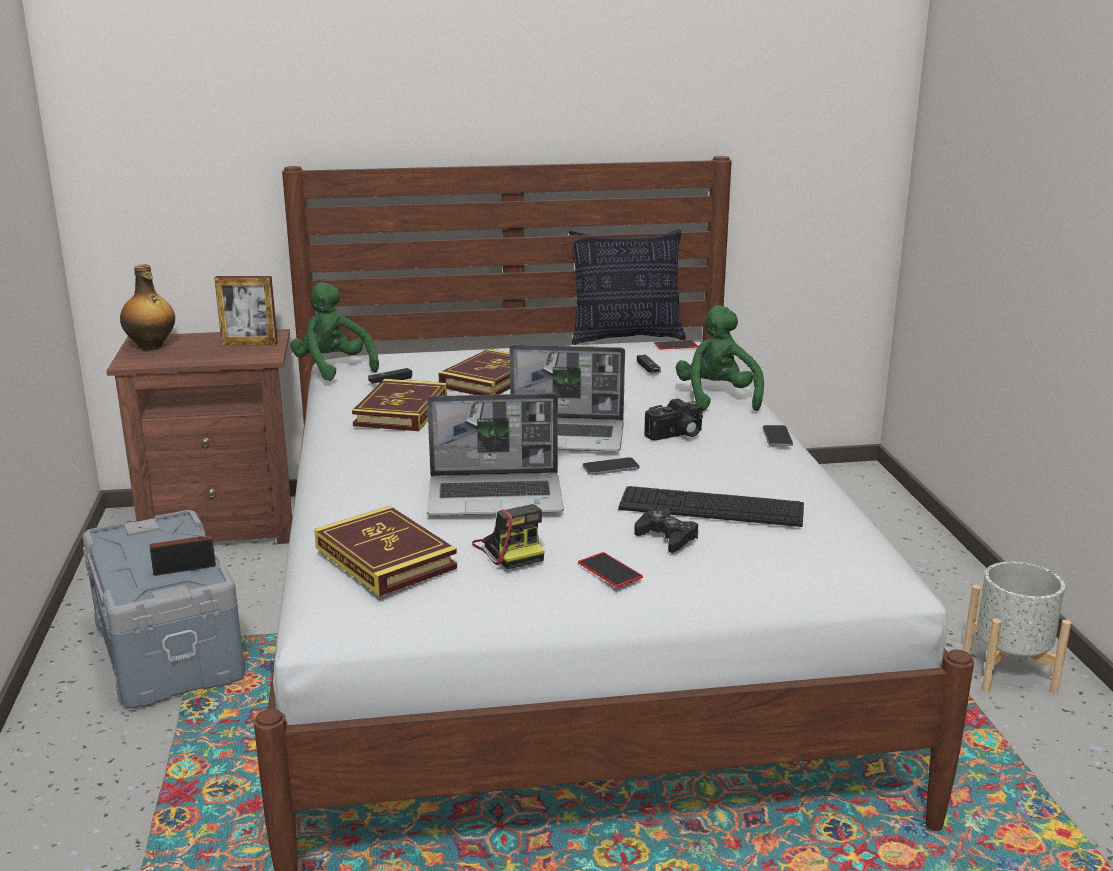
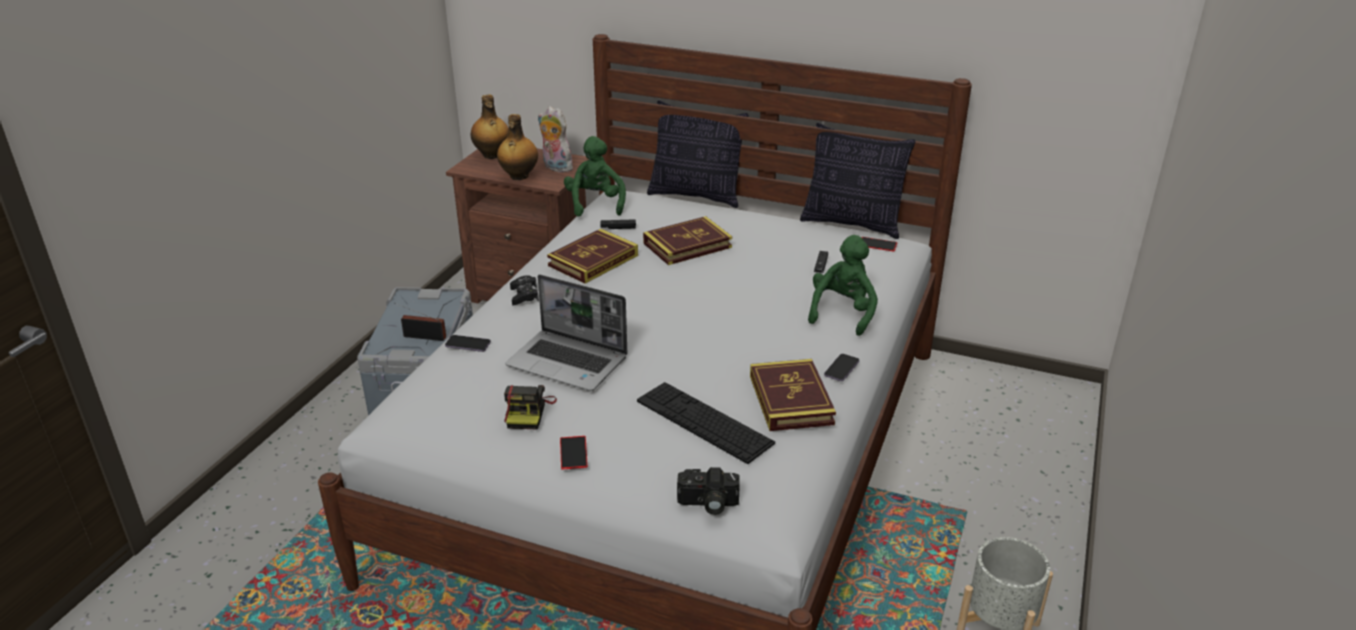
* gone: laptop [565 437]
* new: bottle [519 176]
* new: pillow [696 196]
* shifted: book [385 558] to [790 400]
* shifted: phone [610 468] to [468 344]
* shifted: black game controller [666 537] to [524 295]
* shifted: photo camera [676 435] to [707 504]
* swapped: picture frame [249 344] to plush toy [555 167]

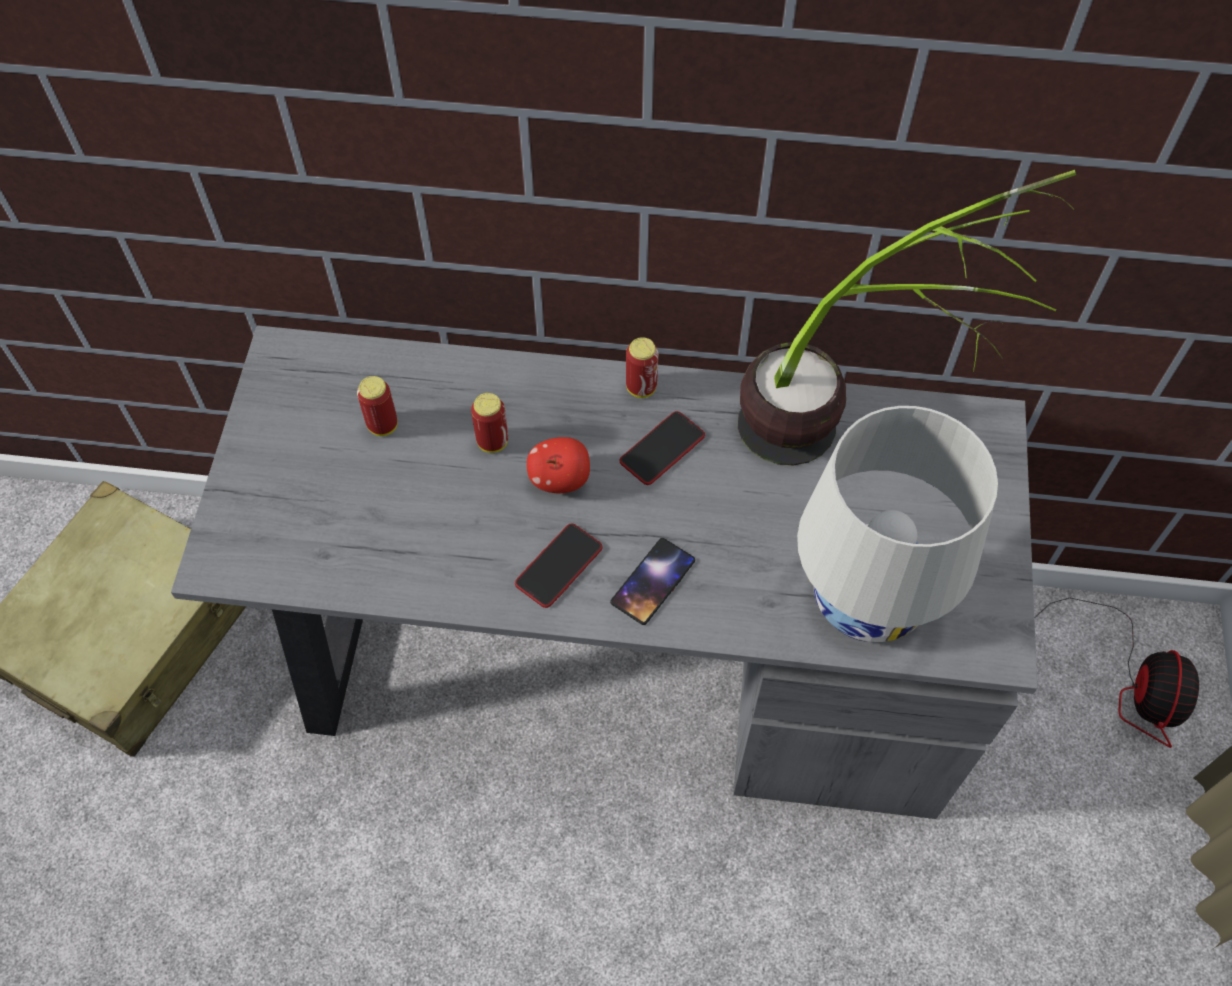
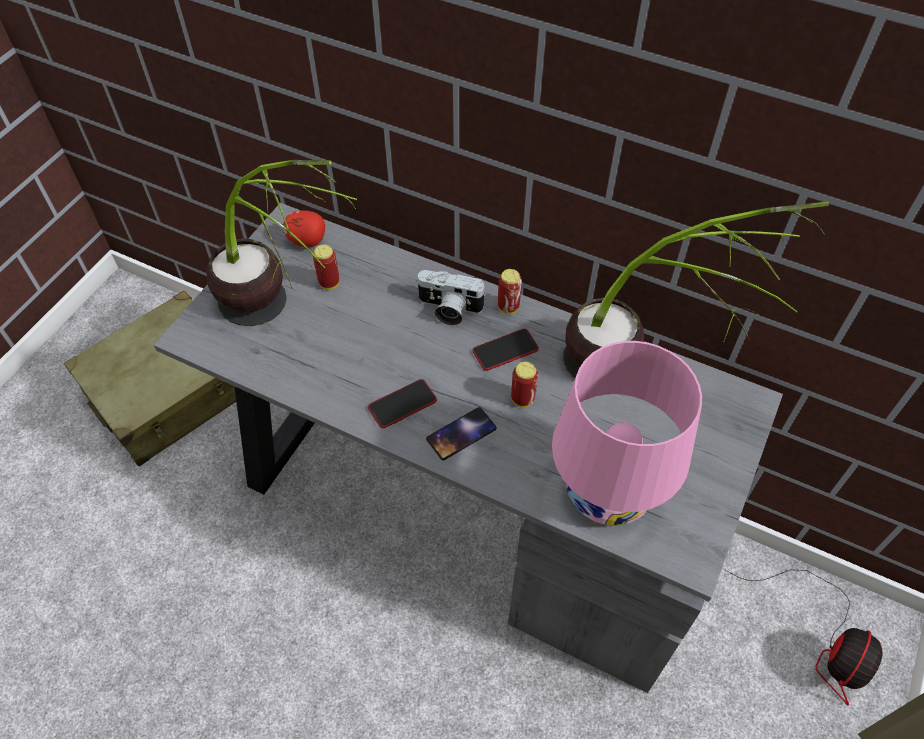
* new: potted plant [284 318]
* new: photo camera [448 309]
* shifted: can [492 442] to [522 399]
* shifted: apple [560 479] to [307 241]
* repainted: white table lamp [867 601] to pink table lamp [607 495]

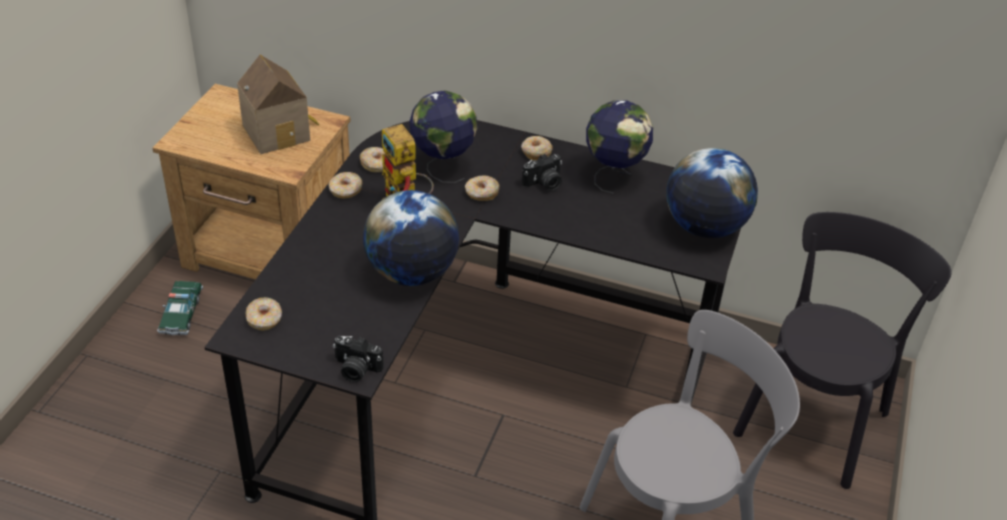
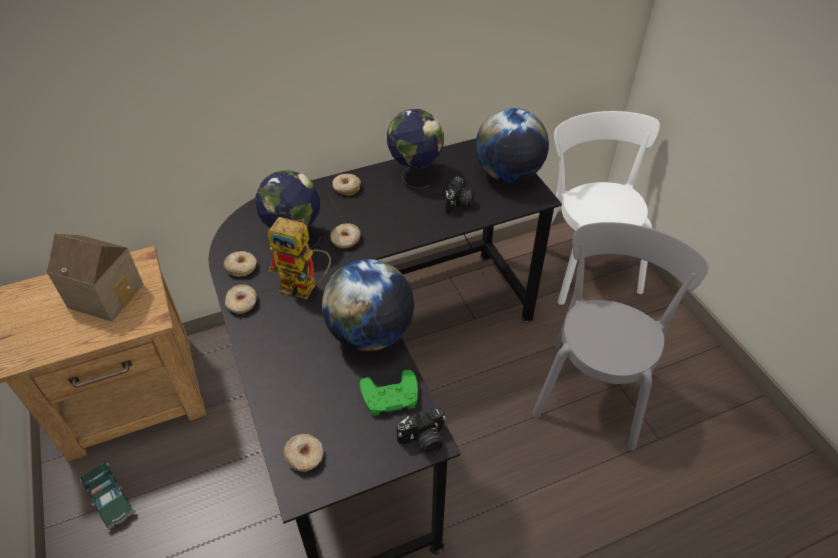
* new: green game controller [390 398]
* shifted: photo camera [544 183] to [459 204]
* repainted: black chair [814 418] to white chair [585 264]

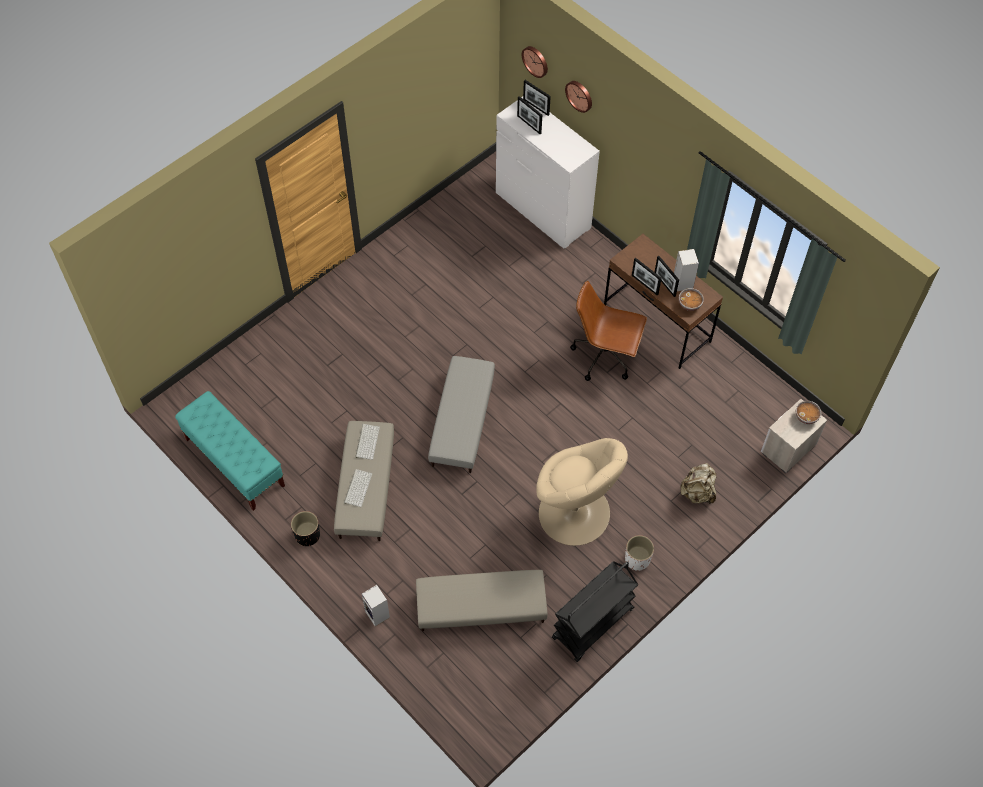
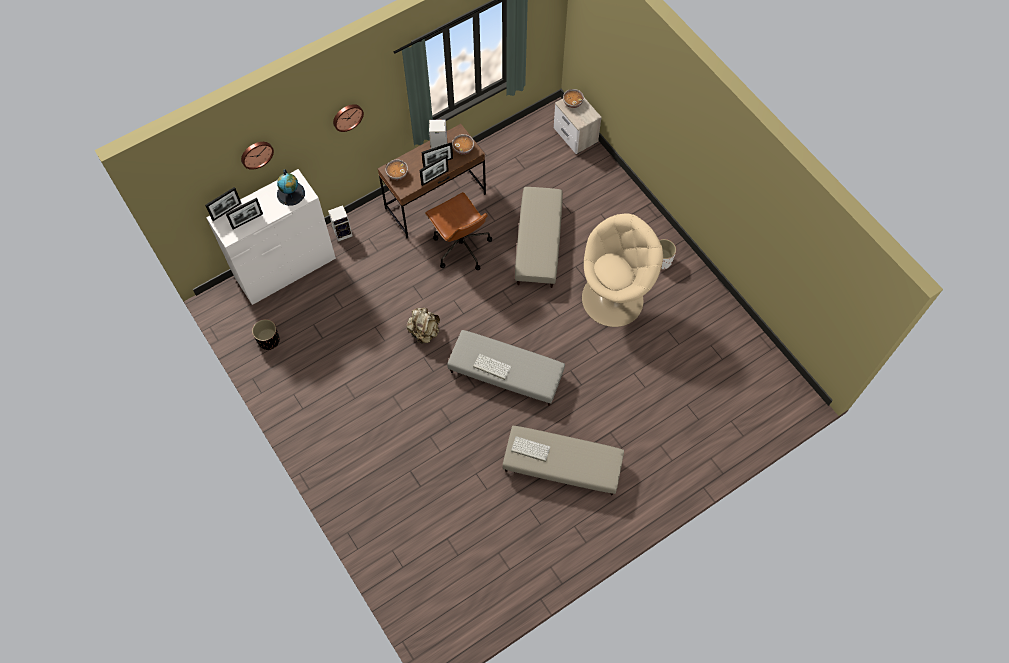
* gone: turquoise bench [234 462]
* gone: black cart [592 625]
* new: globe [291 193]
* new: bowl [397 174]
* shifted: black planter [307 535] to [268 340]
* shifted: keyboard [357 487] to [491 367]
* shifted: speaker [378 615] to [343 232]
* shifted: beige ottoman [481 607] to [539 243]
* shifted: wall clock [536 61] to [347 116]
* shifted: beige backpack [697 492] to [424 332]
* rotated: brown office chair [605 356] = [461 247] 60 degrees counterclockwise

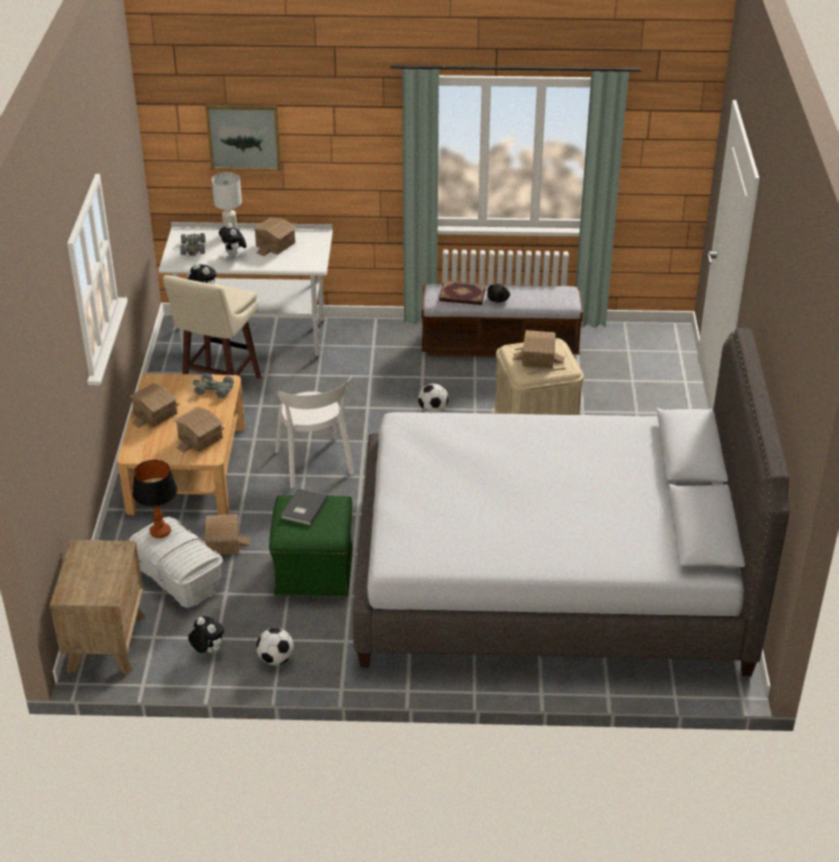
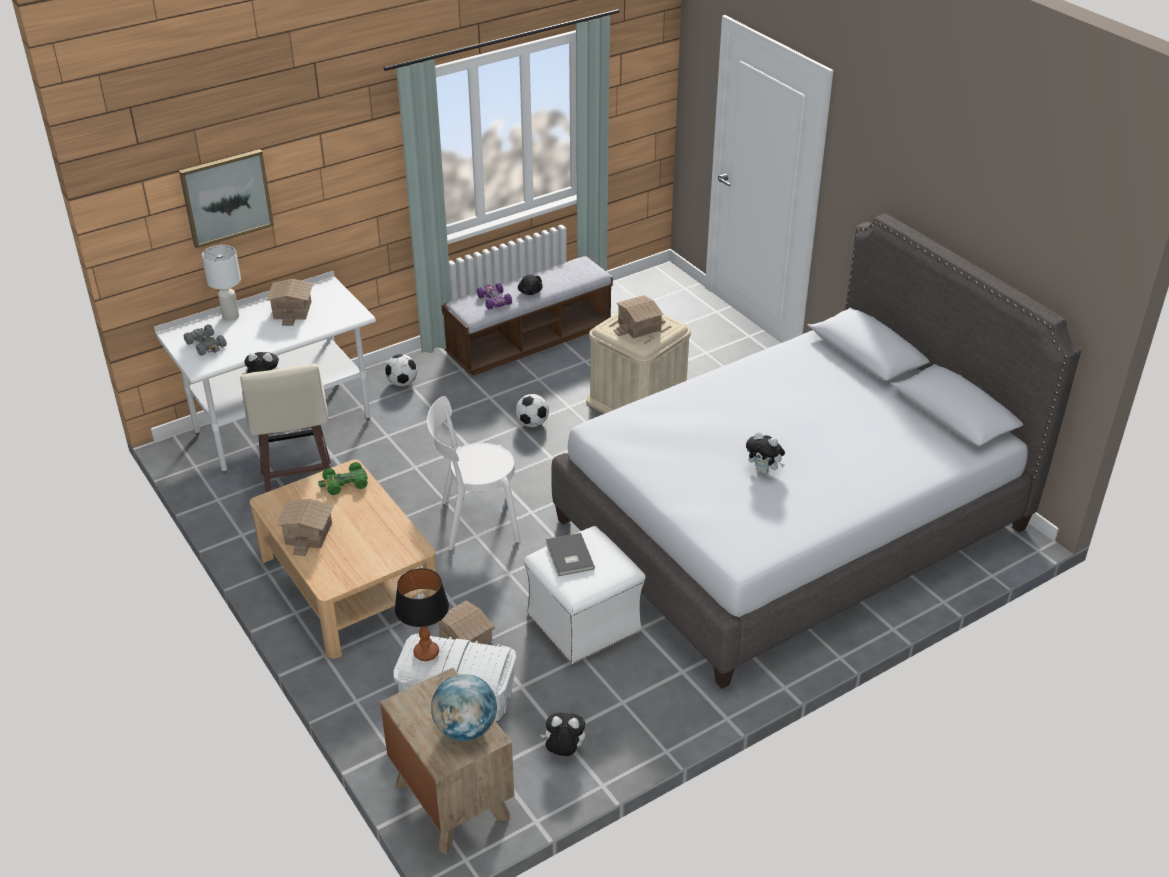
* gone: toy house [201 438]
* new: globe [465 729]
* shifted: plush toy [234 256] to [764 470]
* shifted: football [276 659] to [402 383]
* swapped: book [462 295] to purple toy car [494 300]
* repainted: grey toy car [213 389] to green toy car [344 483]
* repainted: green ottoman [314 573] to white ottoman [584 623]
* rotated: white chair [315 465] = [475 521] 135 degrees clockwise

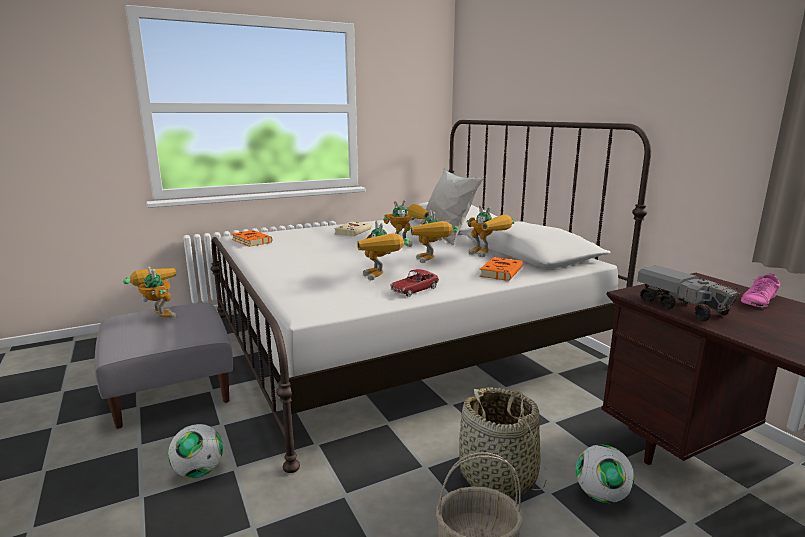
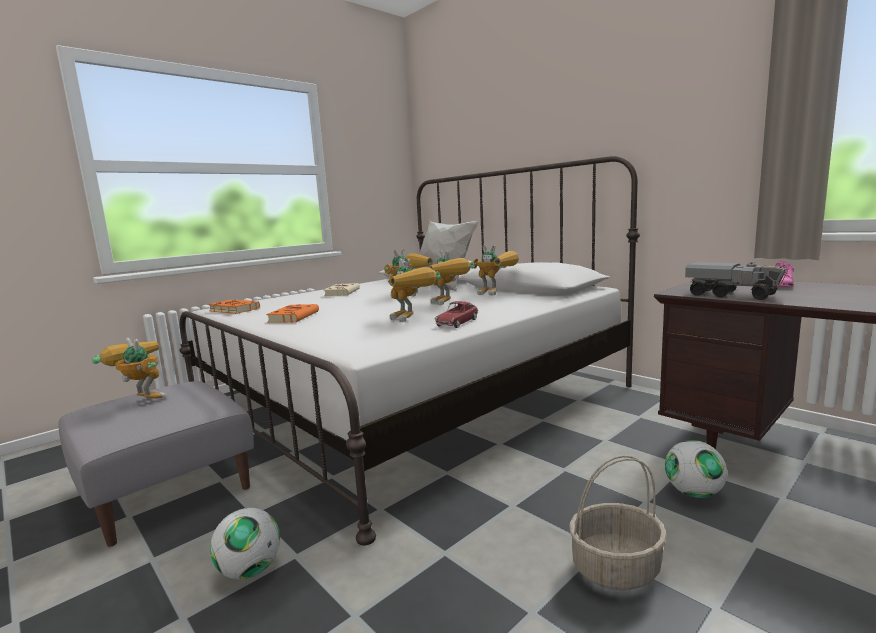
* gone: basket [498 476]
* shifted: orange book [501 272] to [294 317]

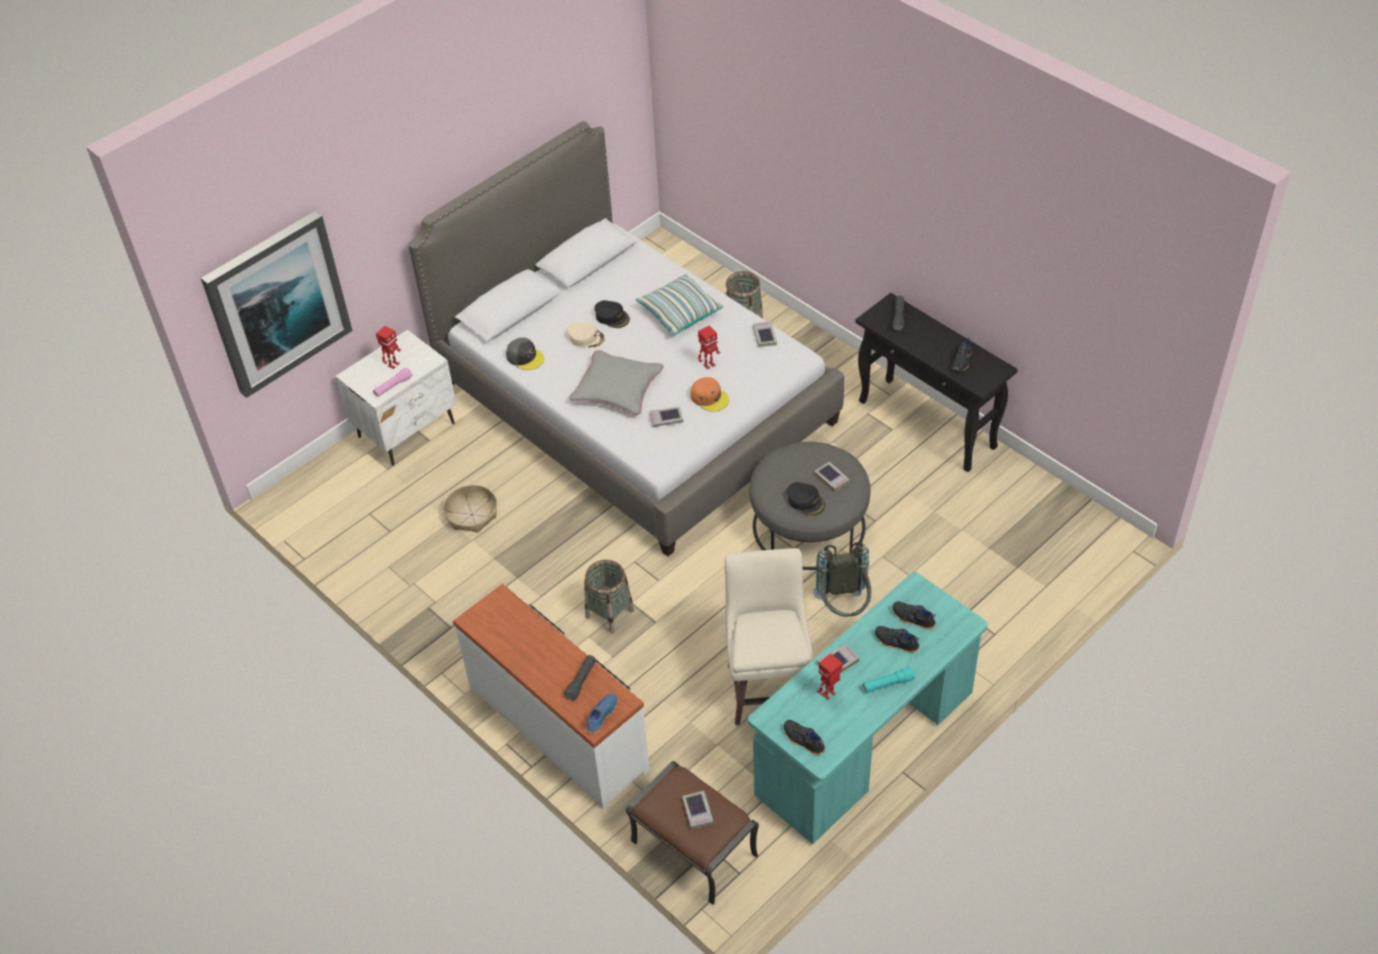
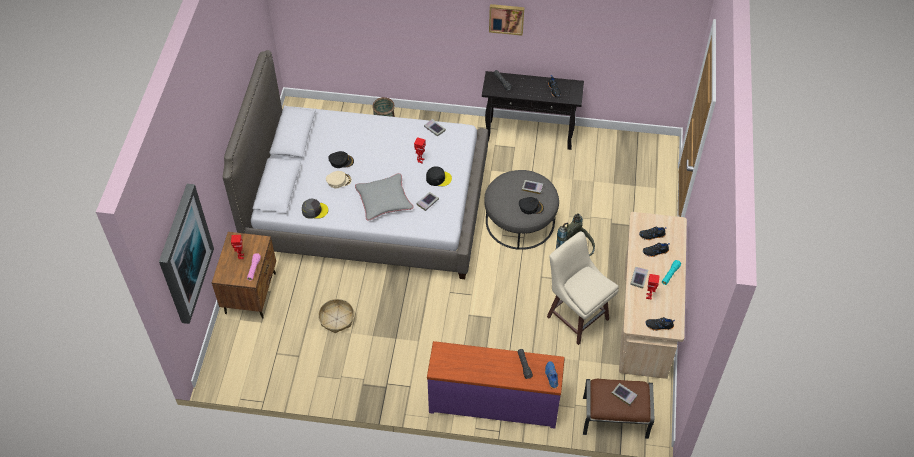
* gone: basket [609 613]
* gone: pillow [679 313]
* new: picture [506 18]
* repainted: white nightstand [407 430] to brown nightstand [251 293]
* repainted: white dresser [560 726] to purple dresser [494 401]
* repainted: orange cap [709 397] to black cap [438 178]
* repainted: turquoise desk [865 745] to beige desk [645 316]

